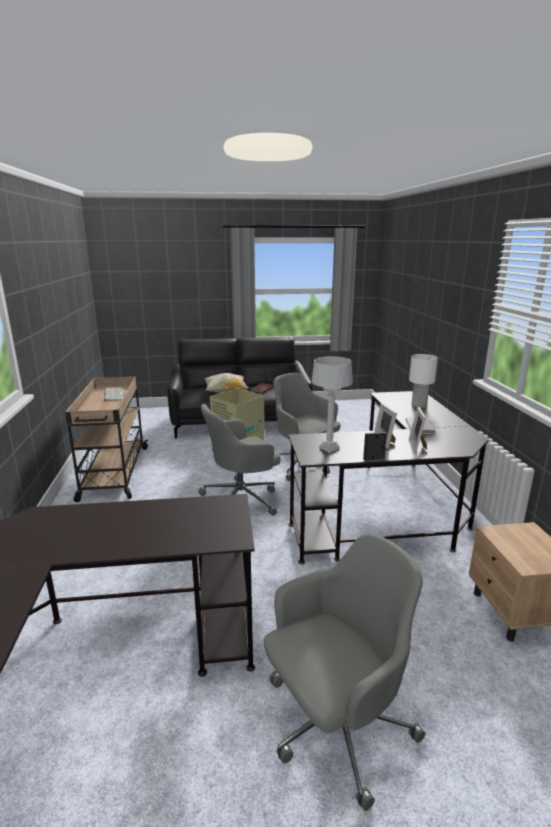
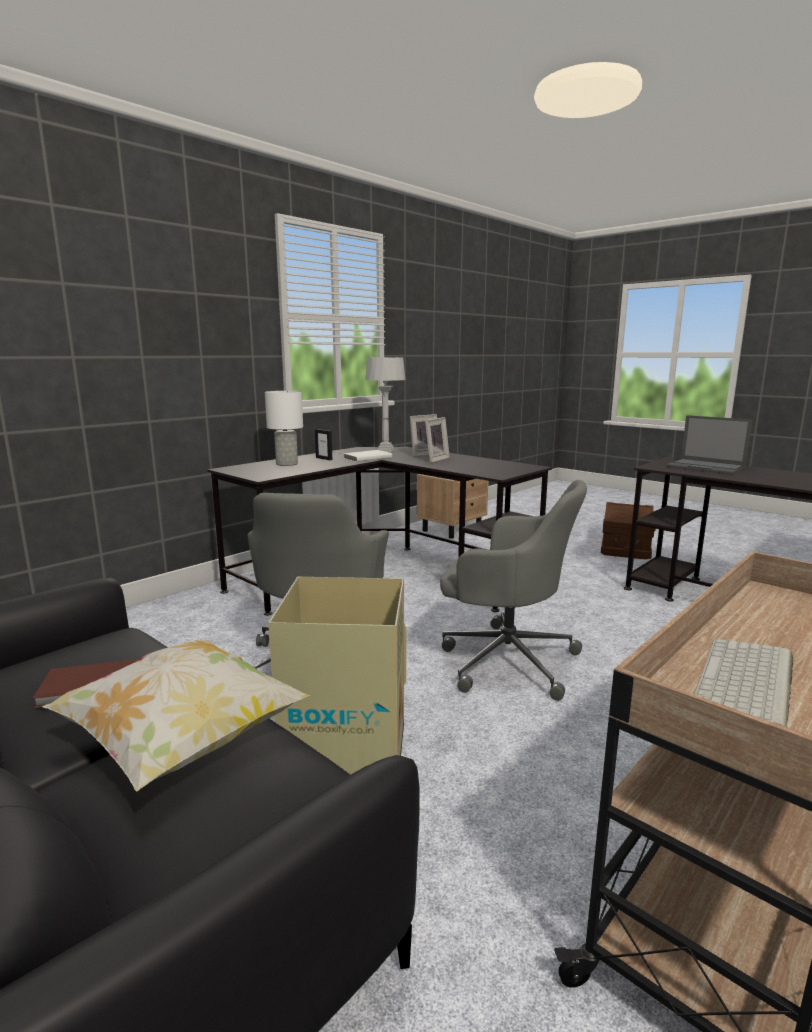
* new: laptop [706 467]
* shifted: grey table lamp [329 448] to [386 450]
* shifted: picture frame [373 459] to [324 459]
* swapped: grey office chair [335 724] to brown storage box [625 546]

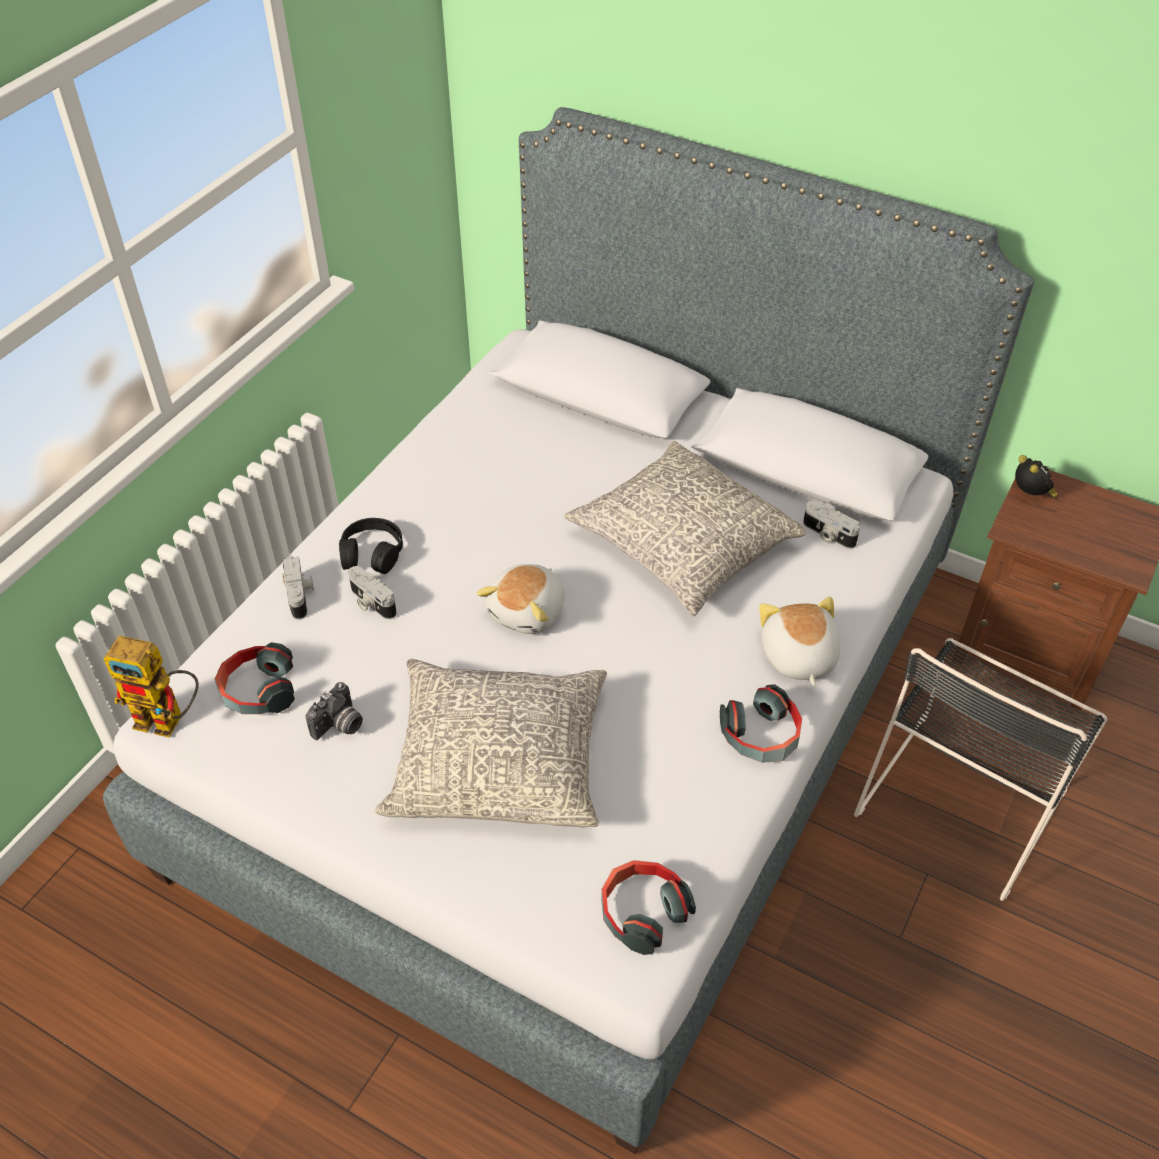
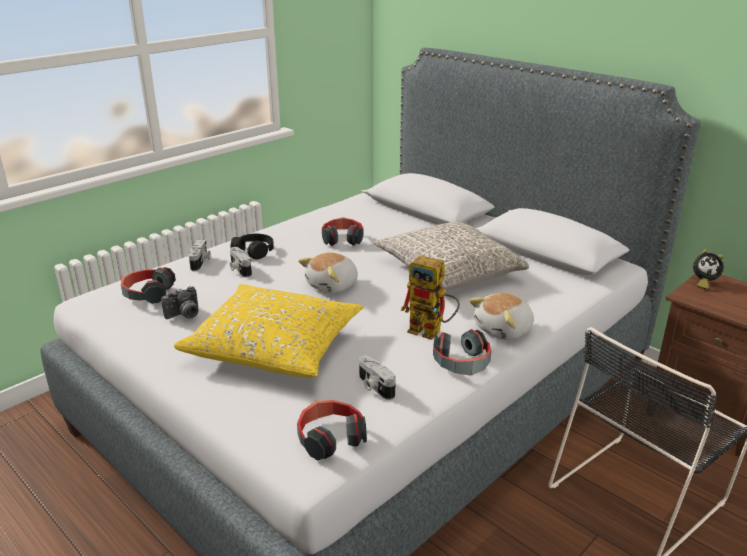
* new: headphones [342 239]
* shifted: toy robot [169 720] to [432 331]
* shifted: photo camera [827 535] to [374 387]
* repainted: grey pillow [499 759] to yellow pillow [275 347]
* rotated: plush toy [797 657] = [504 330] 135 degrees counterclockwise
* rotated: alarm clock [1030 495] = [703 283] 105 degrees clockwise

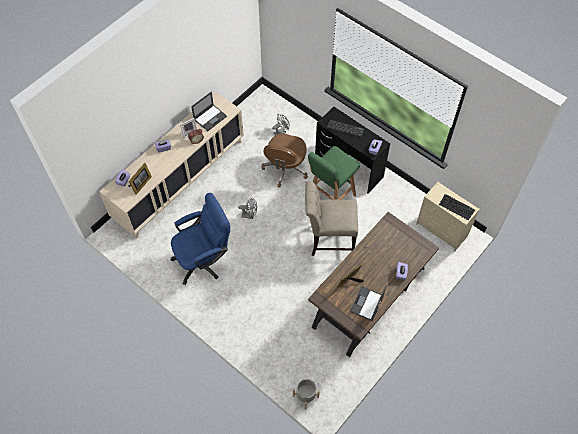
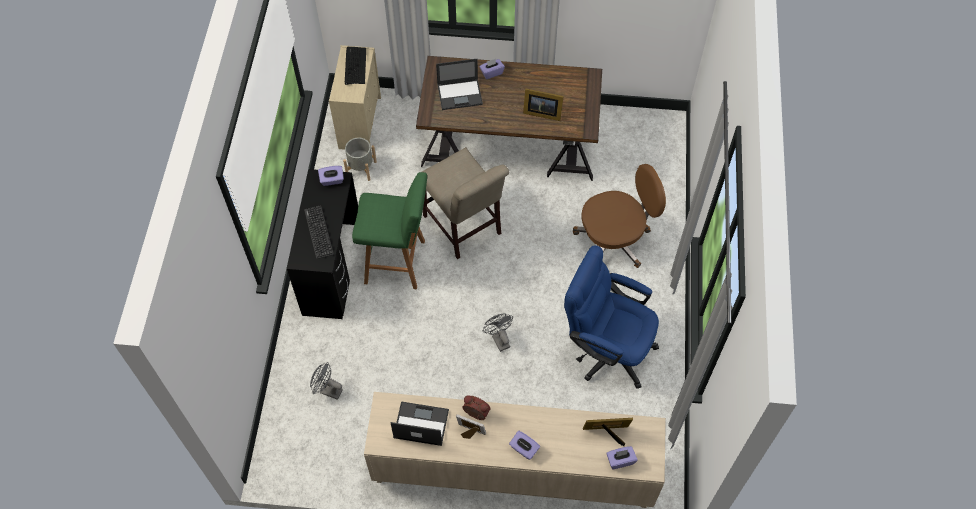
* shifted: brown office chair [285 168] to [614 240]
* shifted: grey planter [305 396] to [361 168]
* shifted: laptop [366 304] to [460 94]

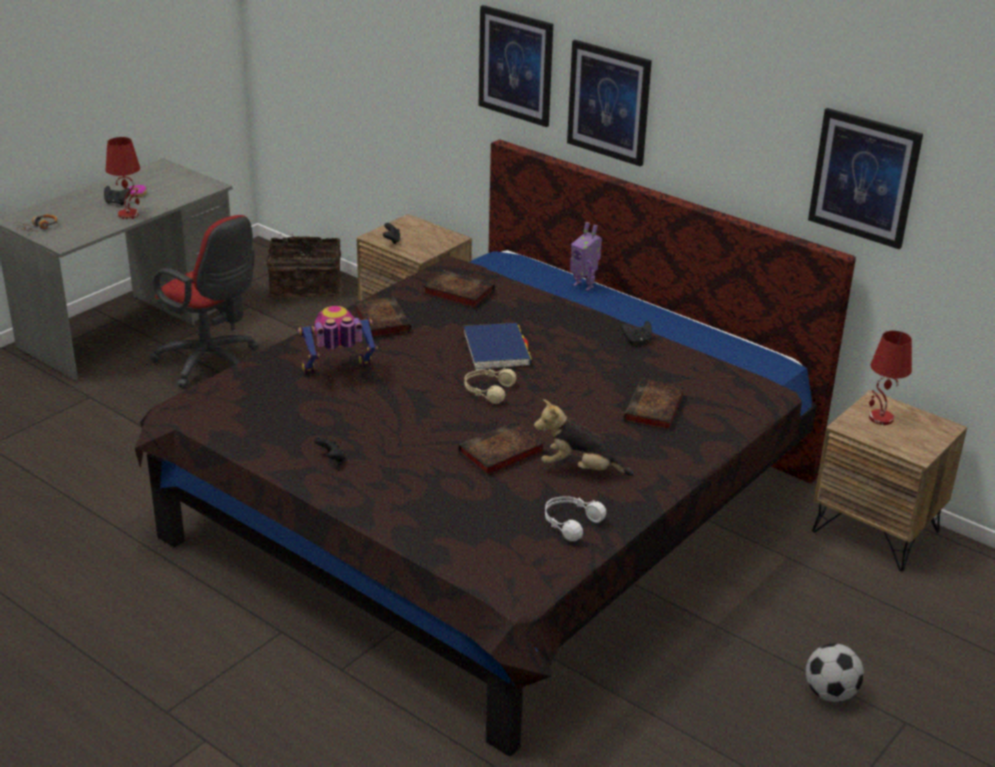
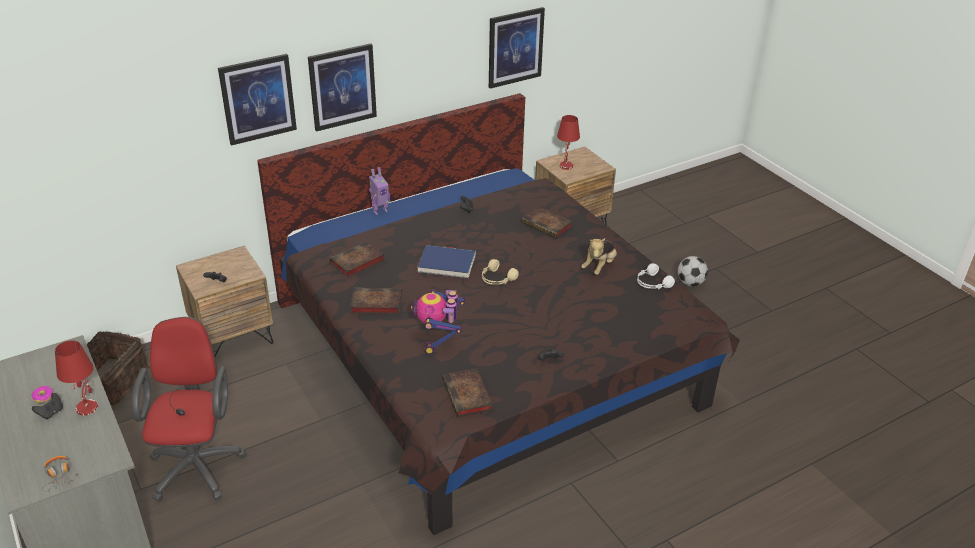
* shifted: book [500 454] to [468 396]
* rotated: red office chair [212 364] = [197 463] 60 degrees counterclockwise

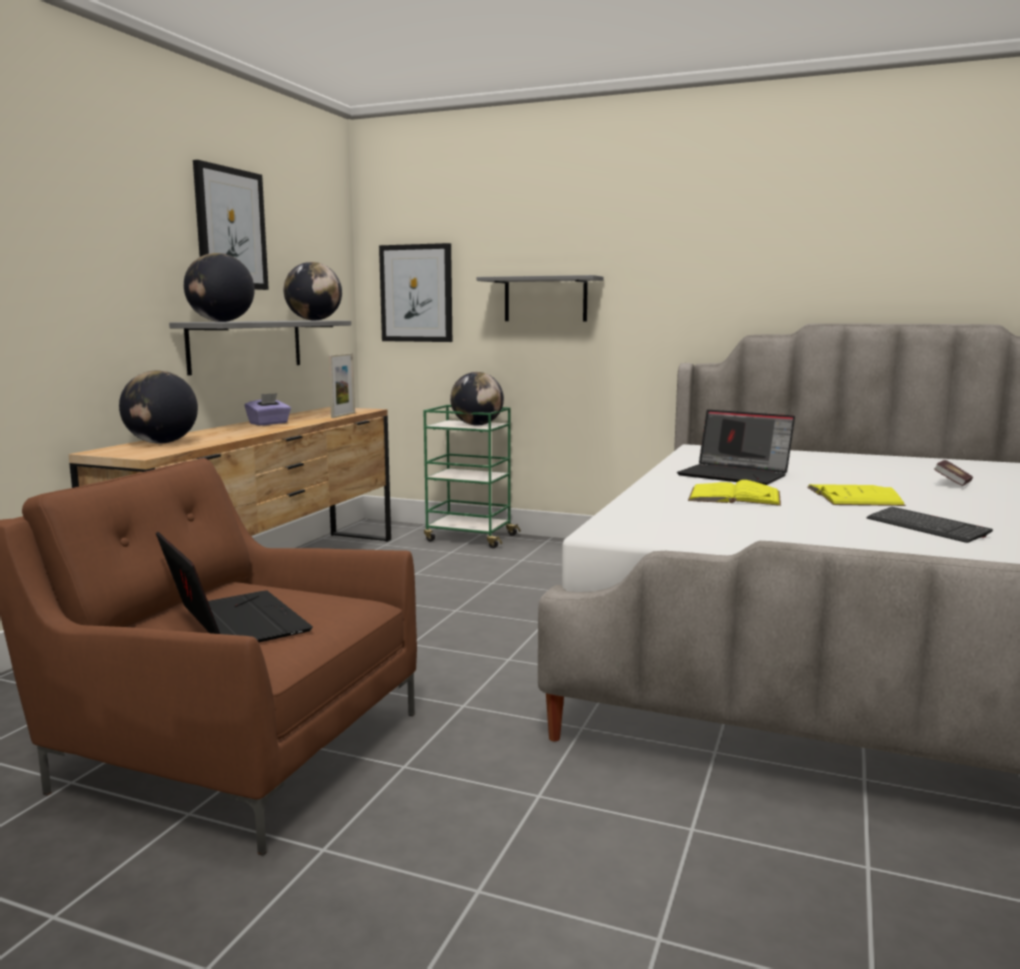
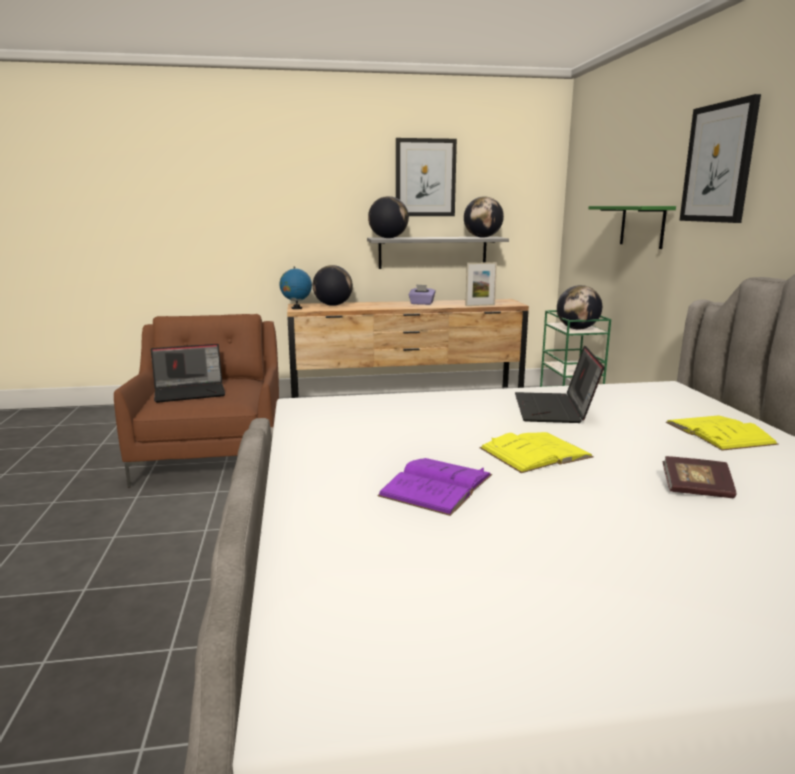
* new: globe [296 308]
* shifted: picture [416 293] to [718 163]
* shifted: yellow book [734 496] to [719 433]
* swapped: keyboard [926 527] to purple book [436 485]
* repainted: grey shelf [545 299] to green shelf [642 226]
* rotated: laptop [233 623] = [191 392] 45 degrees clockwise

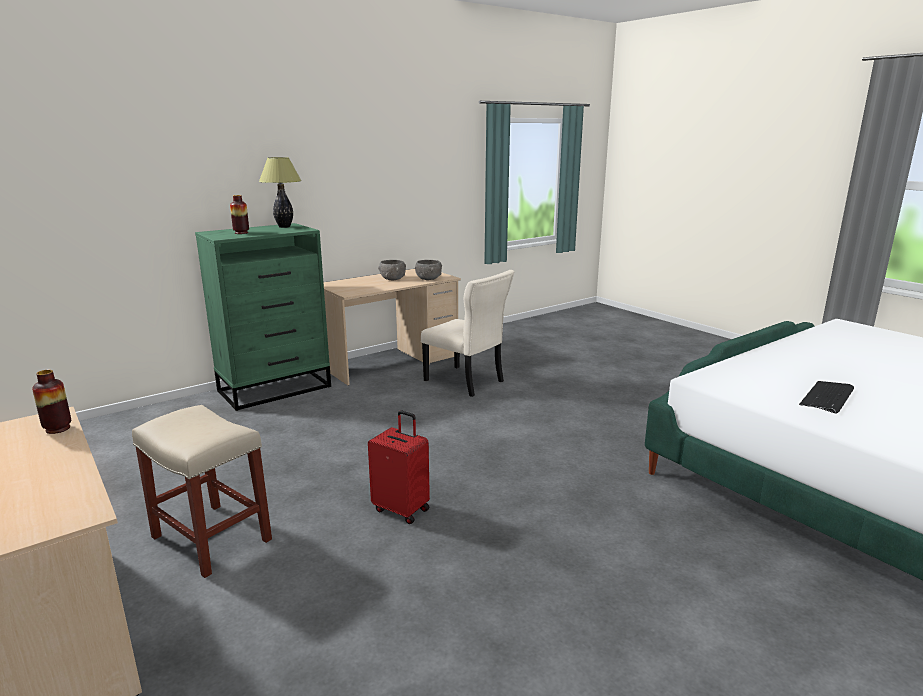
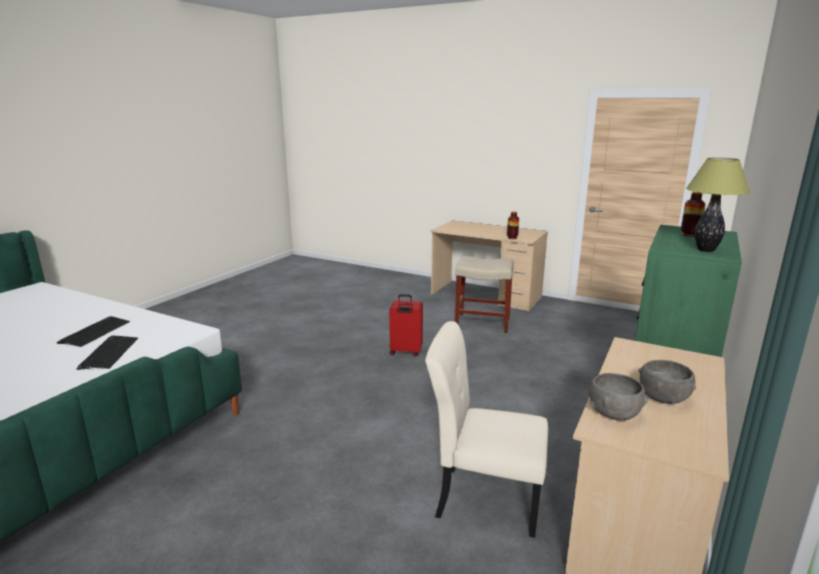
* new: keyboard [109 353]

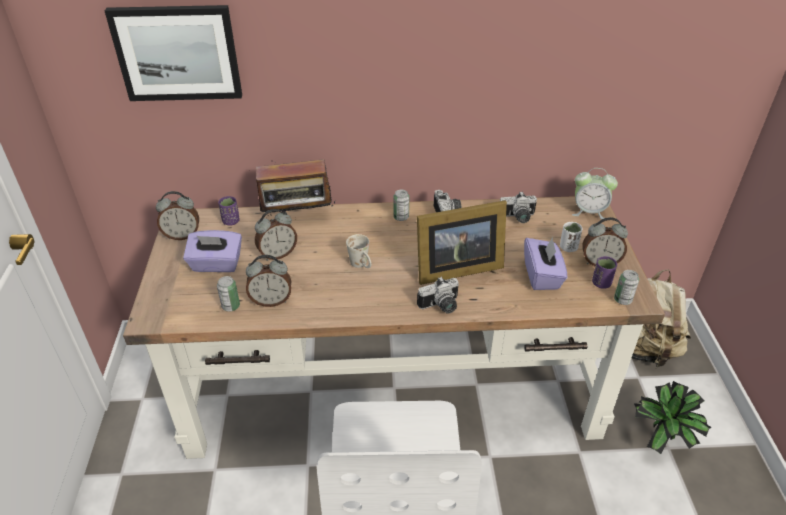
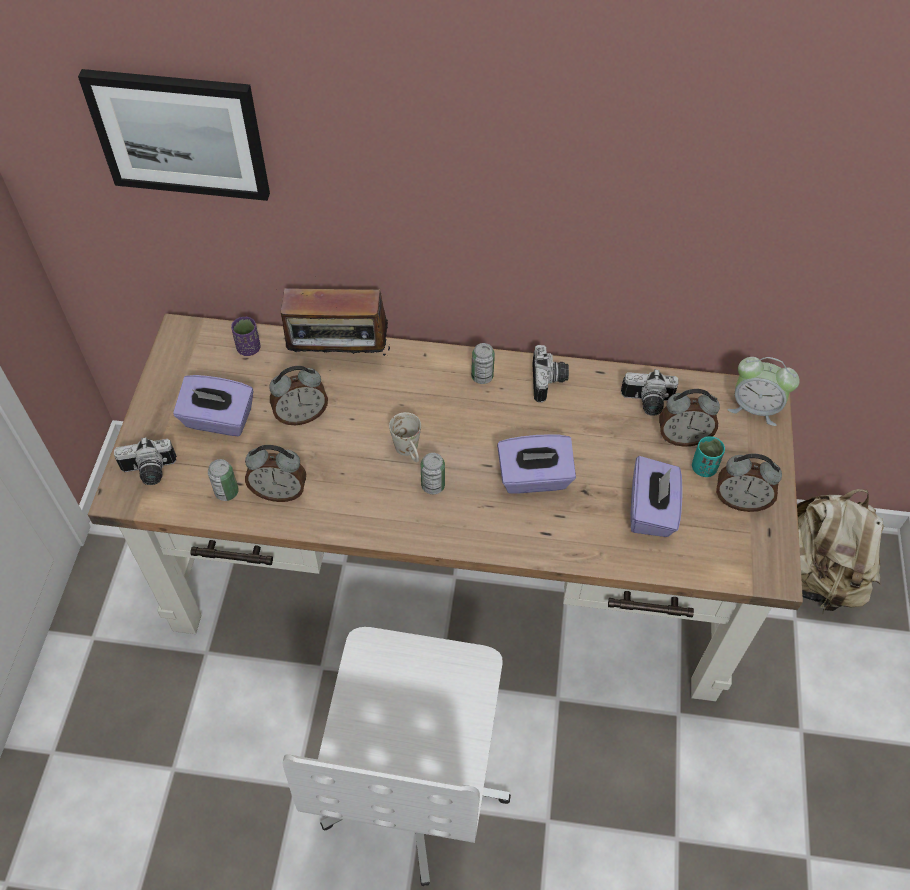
* gone: purple cup [601 283]
* gone: potted plant [661 442]
* shifted: alarm clock [182 235] to [682 437]
* shifted: photo camera [441 306] to [149 472]
* shifted: can [622 300] to [433 485]
* swapped: picture frame [454 268] to purple tissue box [534 478]
* repainted: white cup [568 247] to turquoise cup [703 468]

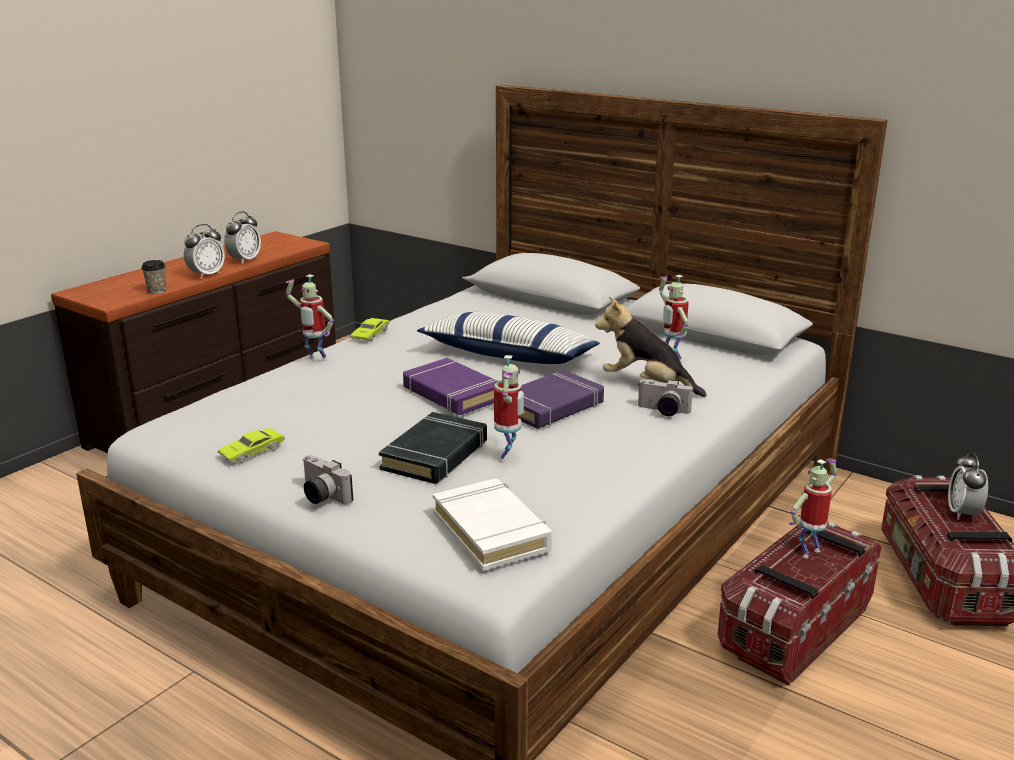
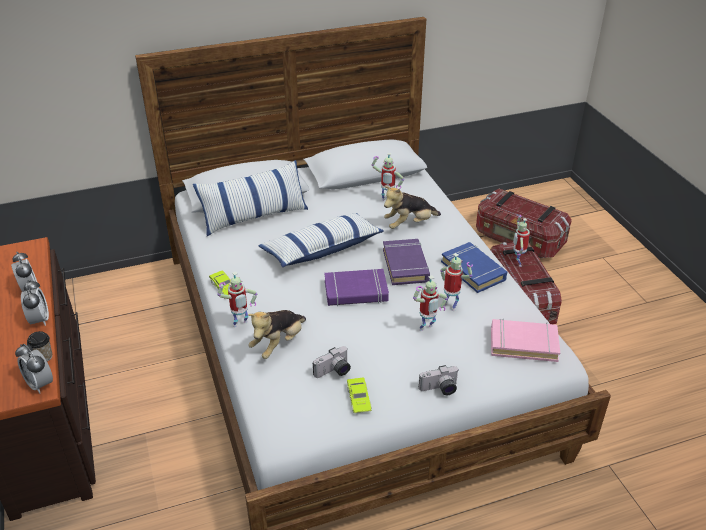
* new: pillow [254 216]
* new: plush toy [278 343]
* new: blue book [473 271]
* shifted: photo camera [662 411] to [334 372]
* shifted: alarm clock [962 513] to [40 384]
* swapped: black book [435 455] to toy robot [426 329]
* repainted: white book [491 531] to pink book [523 344]

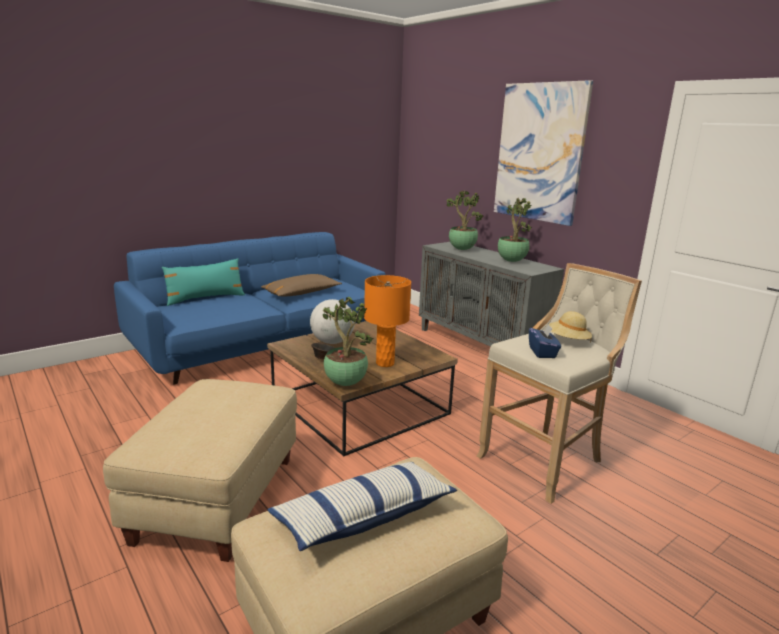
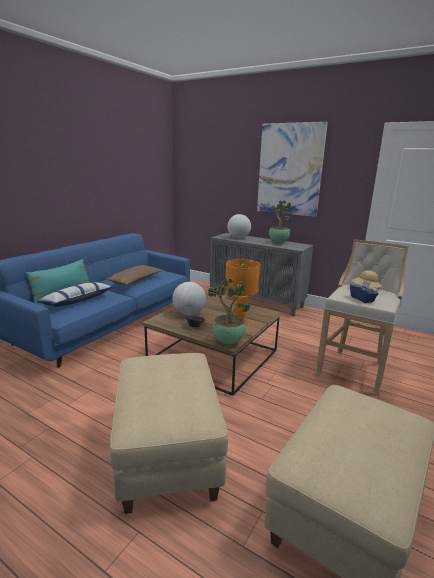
* shifted: pillow [363 517] to [77 301]
* swapped: potted plant [461 249] to globe [238 238]

